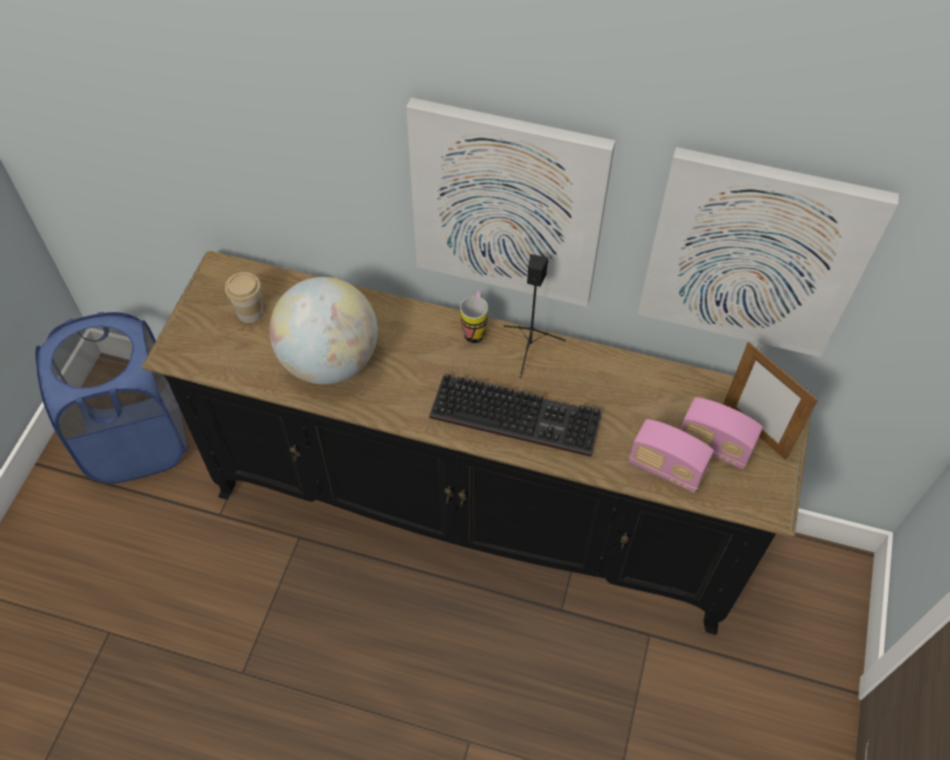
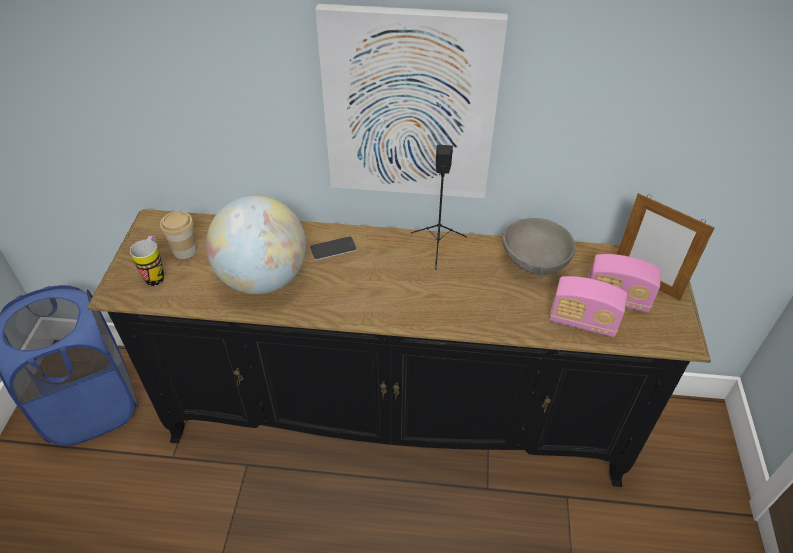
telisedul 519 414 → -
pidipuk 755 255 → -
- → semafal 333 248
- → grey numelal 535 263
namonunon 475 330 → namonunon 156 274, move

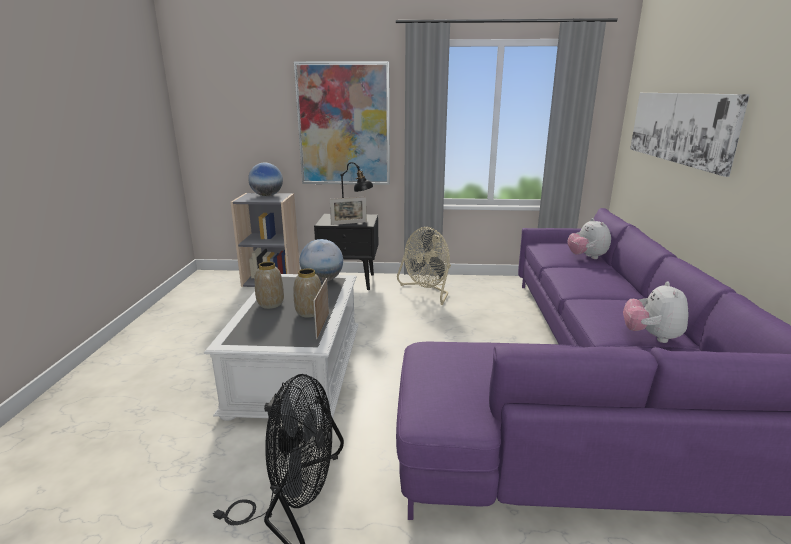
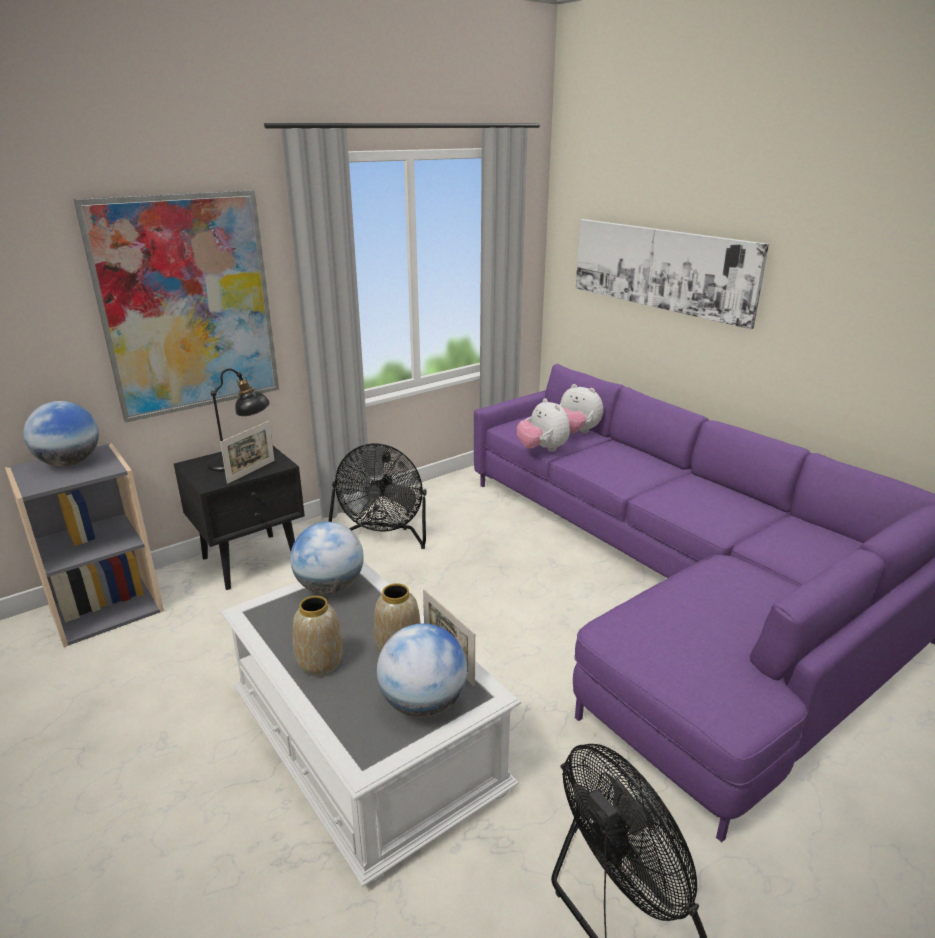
- → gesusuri 423 703
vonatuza 651 337 → vonatuza 542 449, move
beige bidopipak 428 290 → black bidopipak 381 533

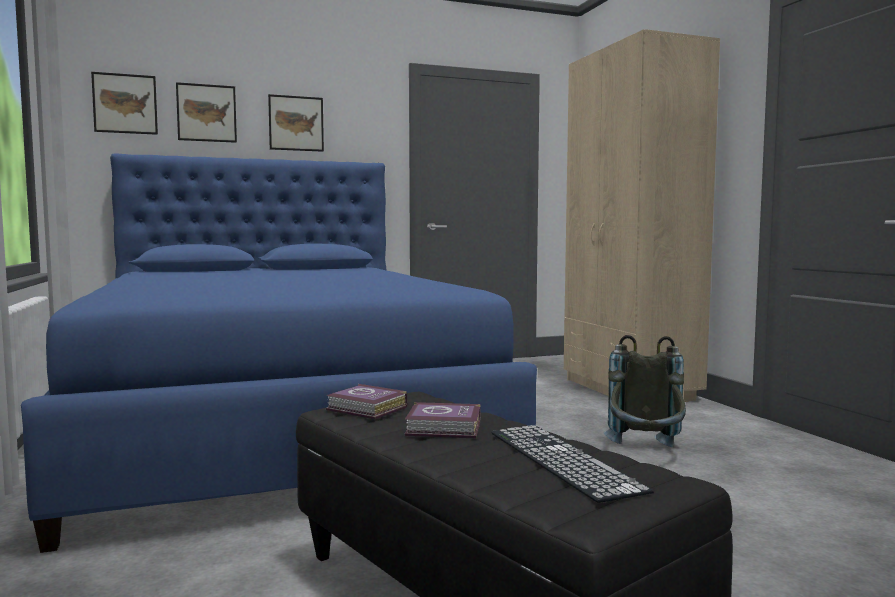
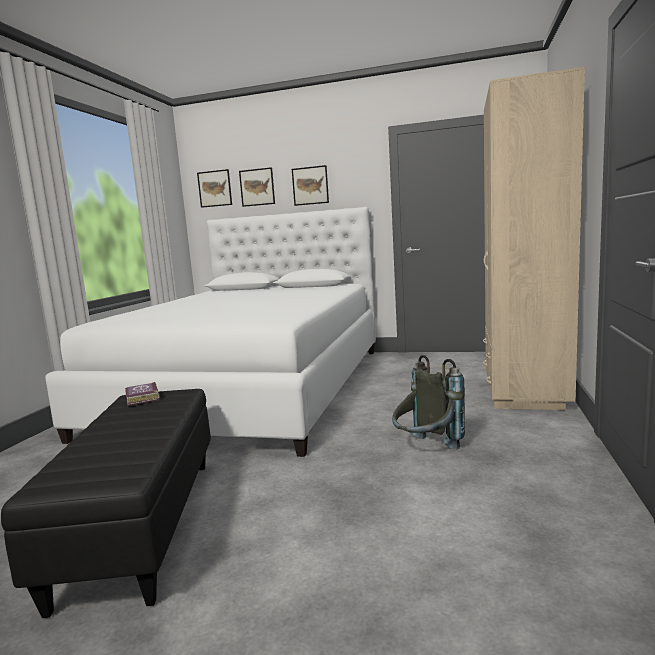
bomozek 445 429 → -
telisedul 561 460 → -
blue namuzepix 279 422 → white namuzepix 253 388

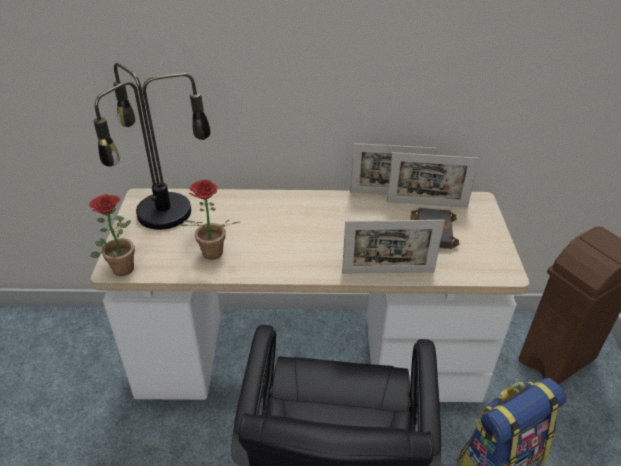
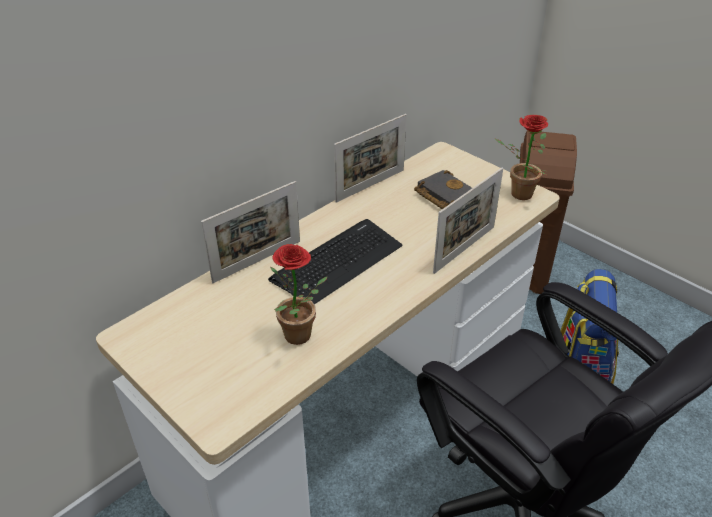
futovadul 164 212 → -
- → telisedul 337 262
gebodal 120 266 → gebodal 516 194, move
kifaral 426 204 → kifaral 257 261, move

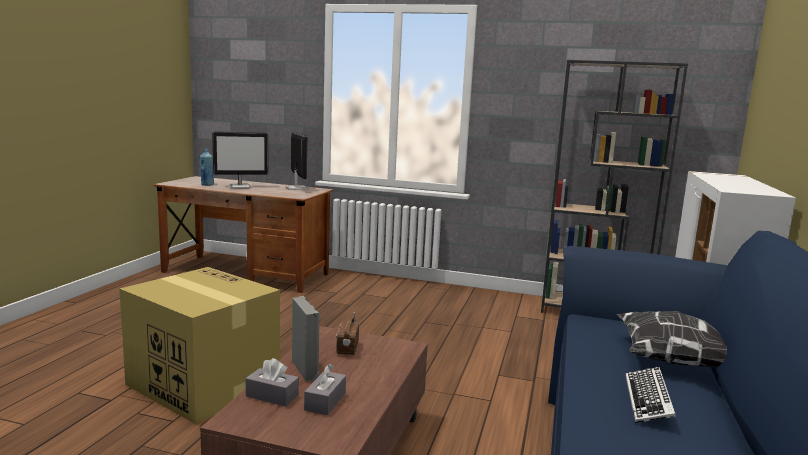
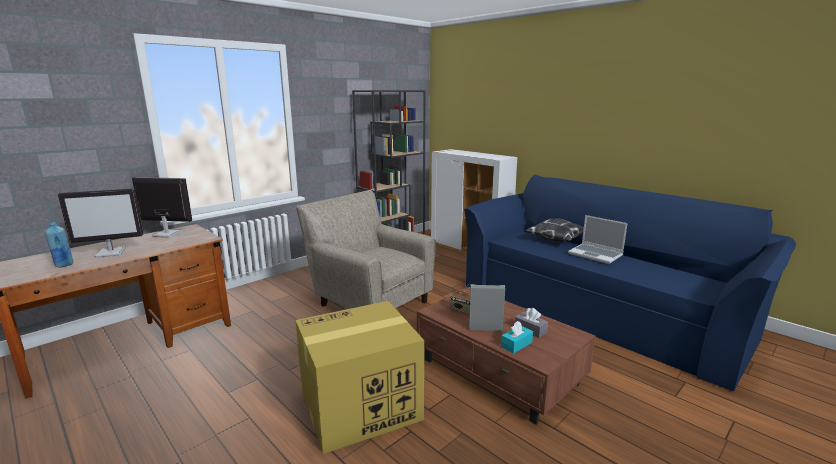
- → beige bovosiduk 371 303
telisedul 648 400 → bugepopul 596 254
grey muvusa 272 396 → turquoise muvusa 516 344
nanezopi 240 187 → nanezopi 111 252, 60 degrees clockwise

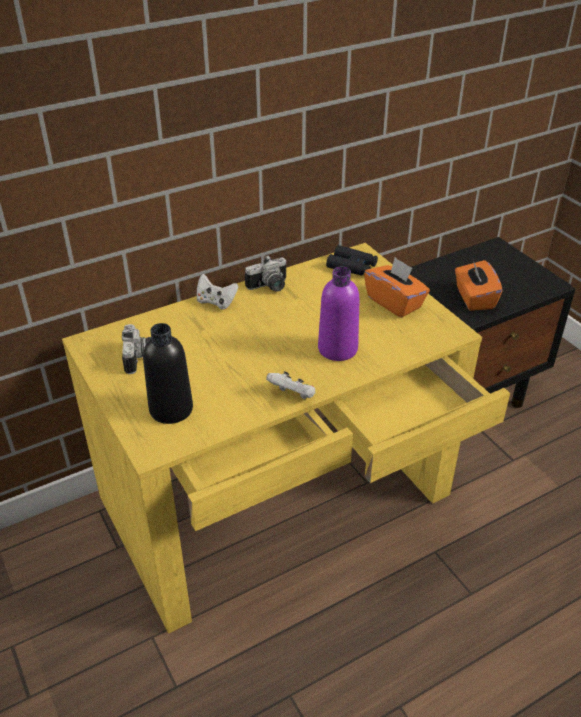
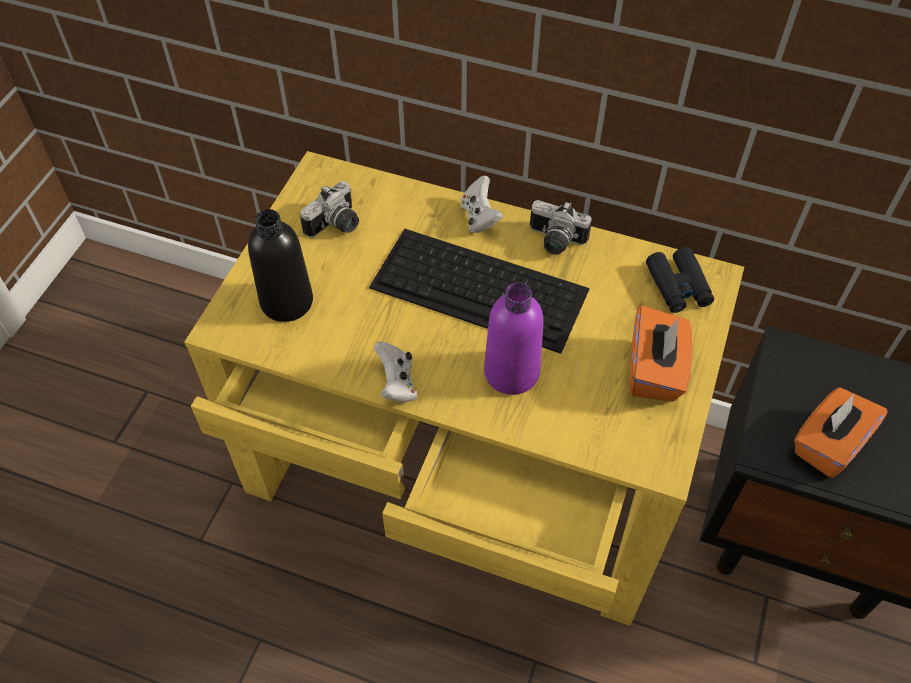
- → telisedul 481 288

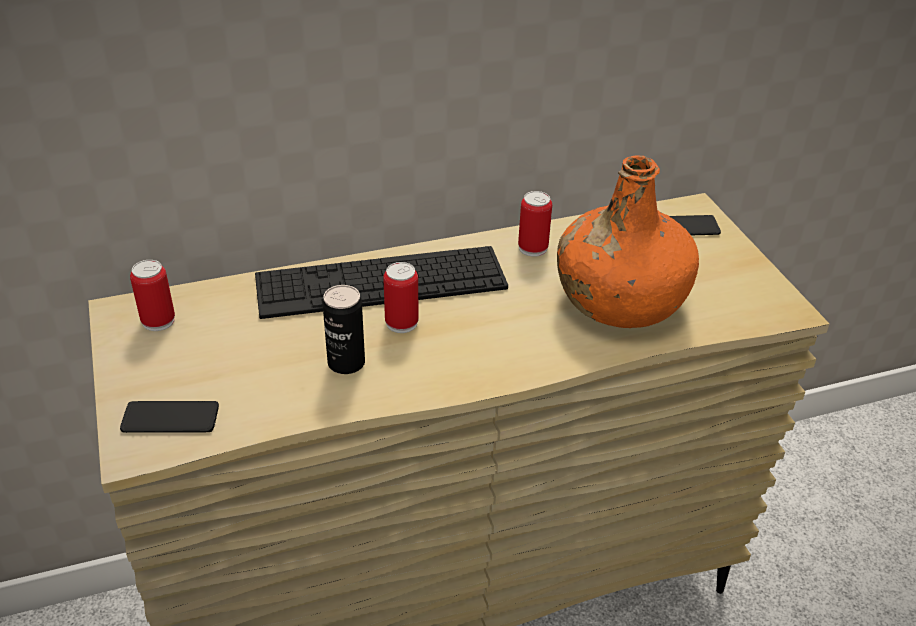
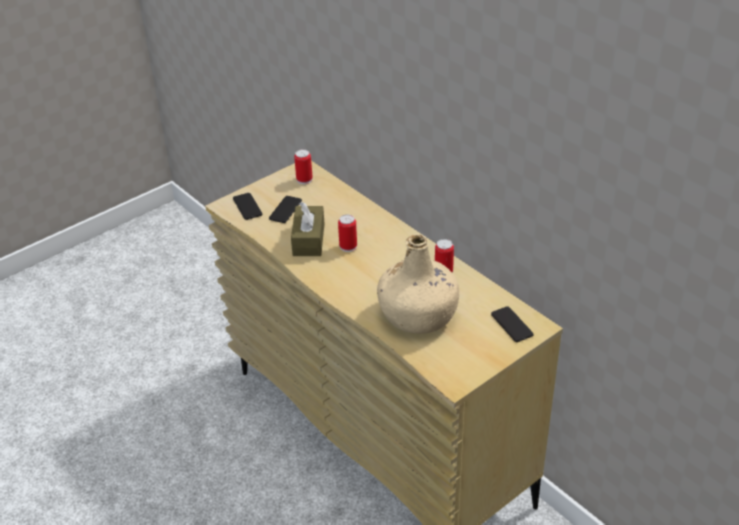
telisedul 381 282 → -
- → semafal 285 210
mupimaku 346 363 → brown muvusa 308 240
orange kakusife 620 299 → beige kakusife 418 314

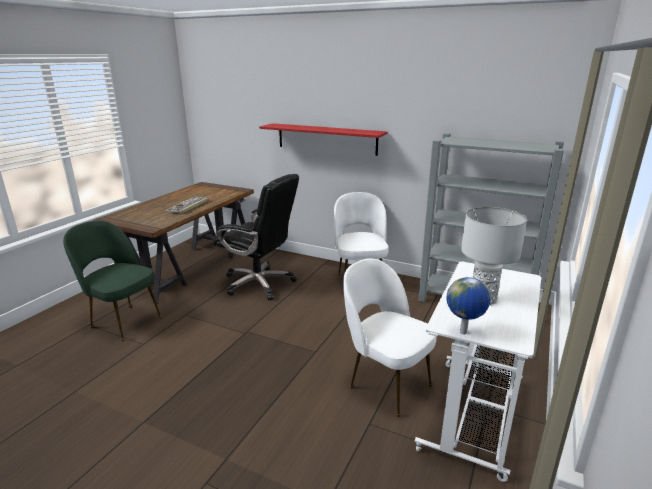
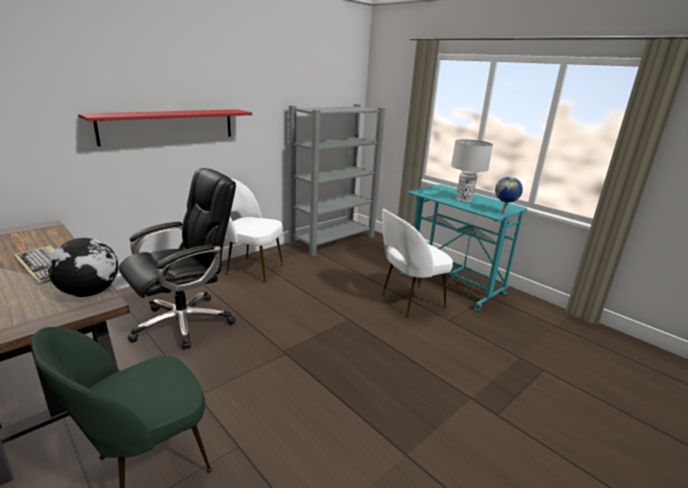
- → gesusuri 90 292
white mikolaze 471 415 → turquoise mikolaze 451 283

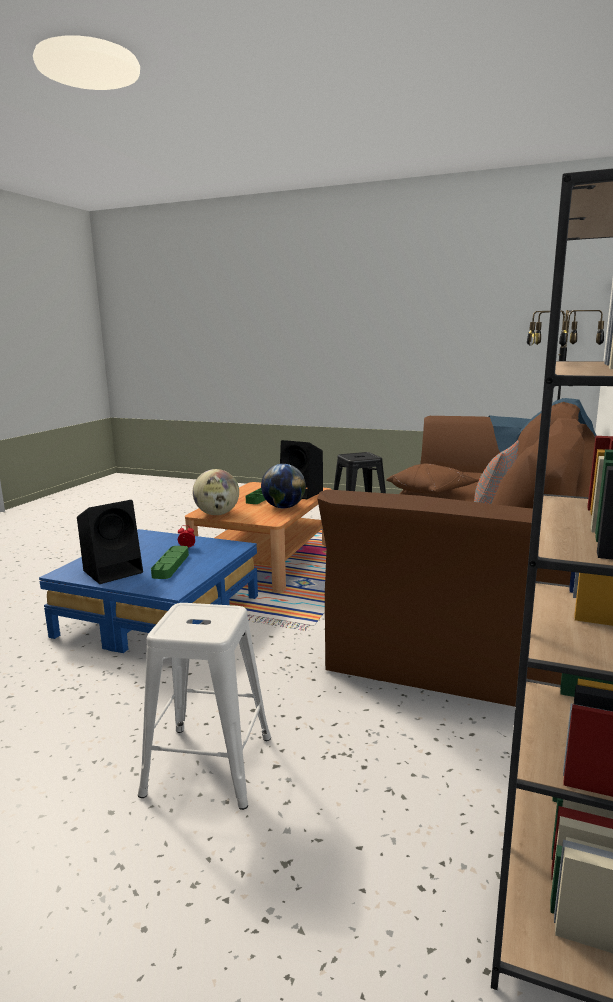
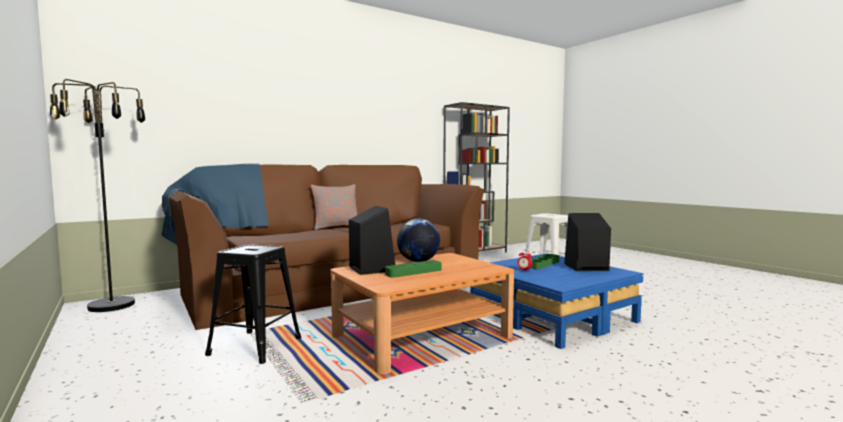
gesusuri 217 514 → -
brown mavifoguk 431 492 → -

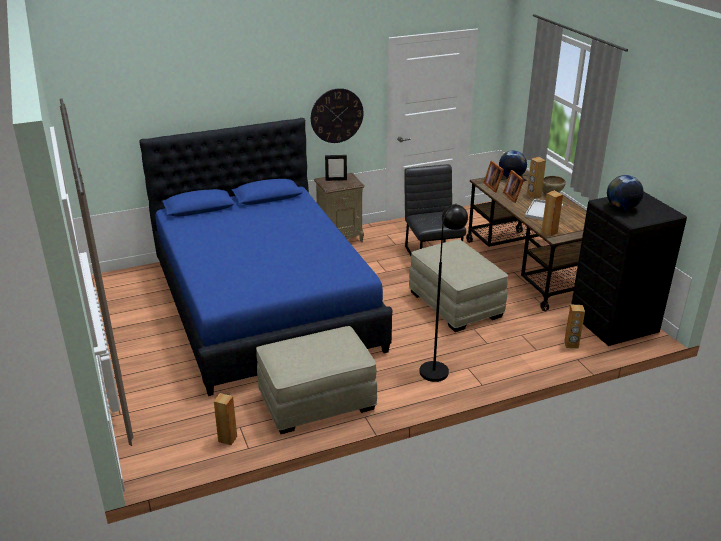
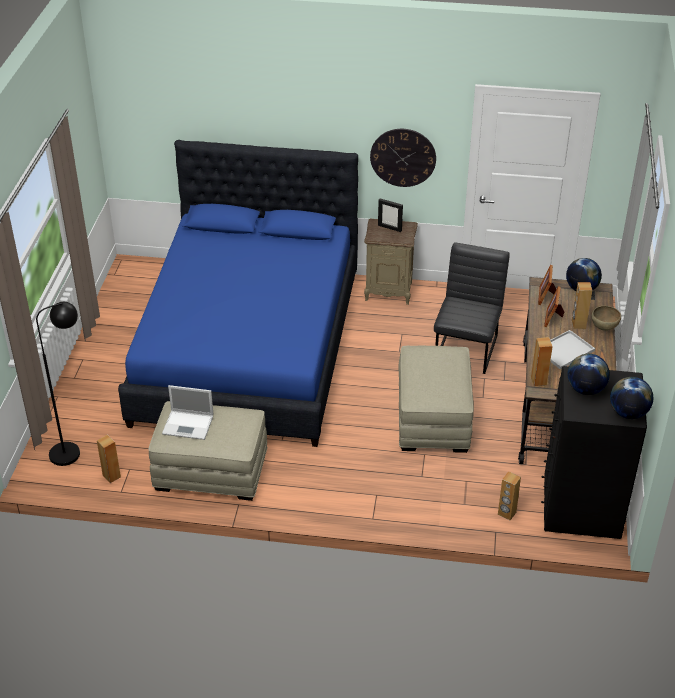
- → bugepopul 189 425
- → gesusuri 628 413
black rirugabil 438 368 → black rirugabil 74 452, move

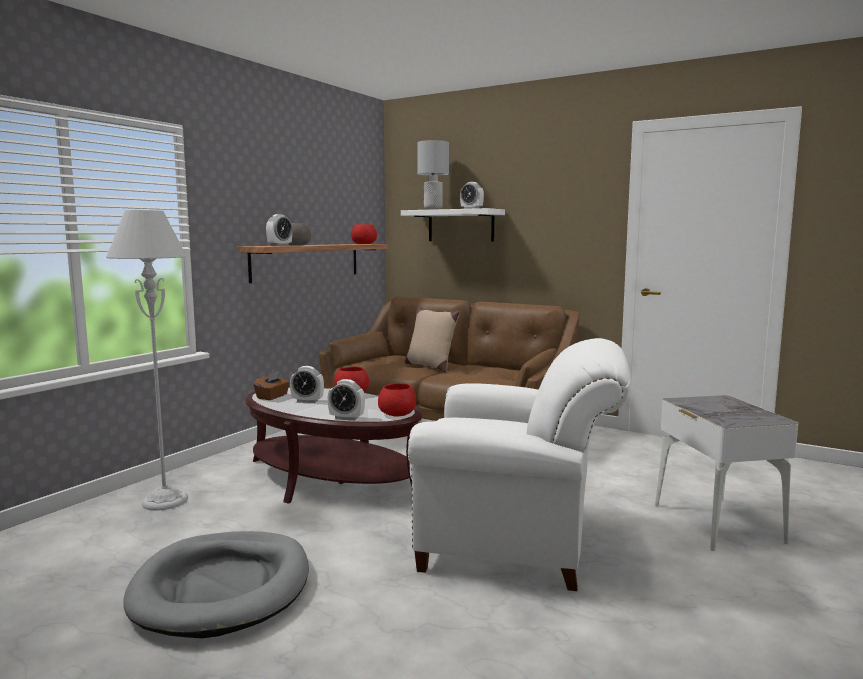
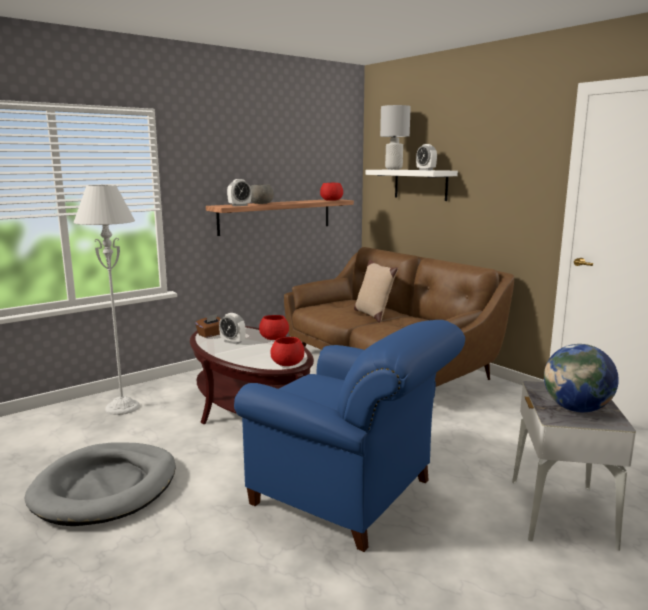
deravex 346 418 → -
- → gesusuri 576 409
white bovosiduk 516 543 → blue bovosiduk 350 494

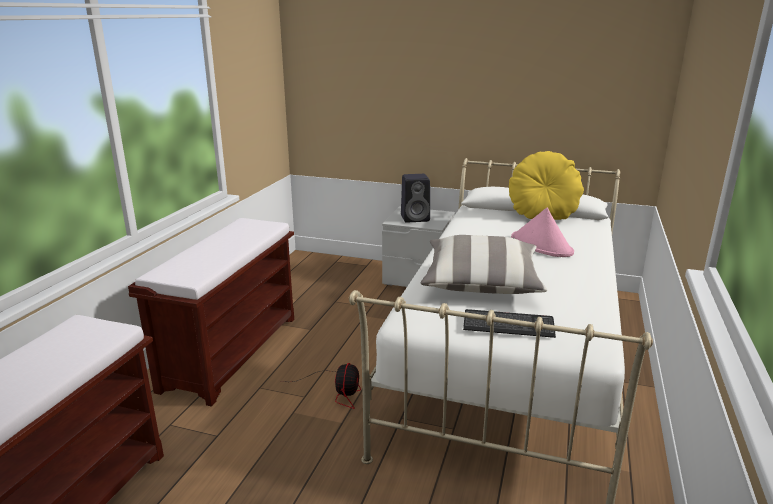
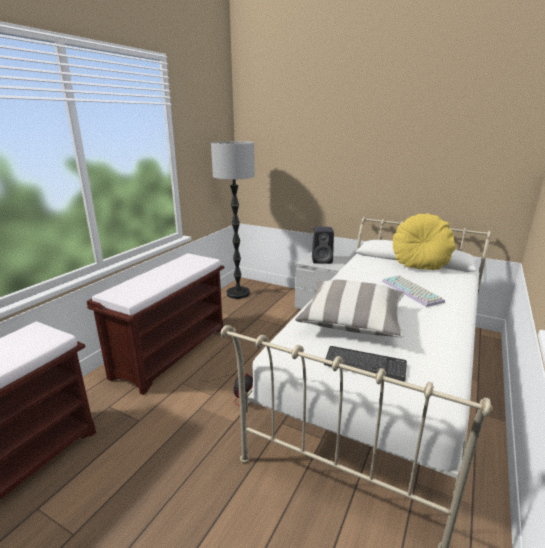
- → rirugabil 238 293
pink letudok 541 245 → telisedul 413 291

